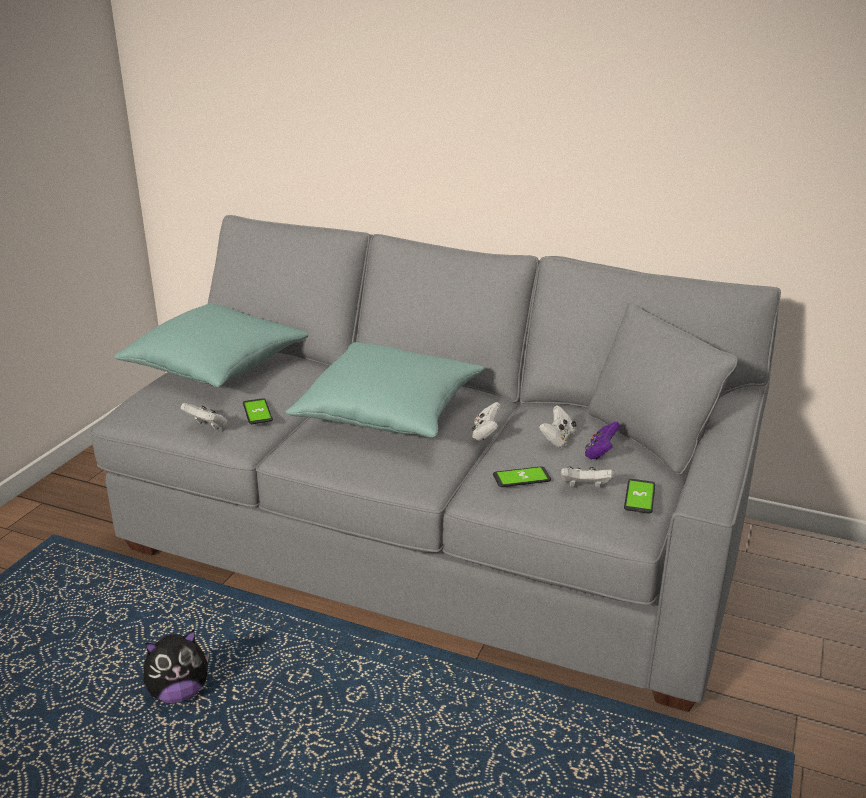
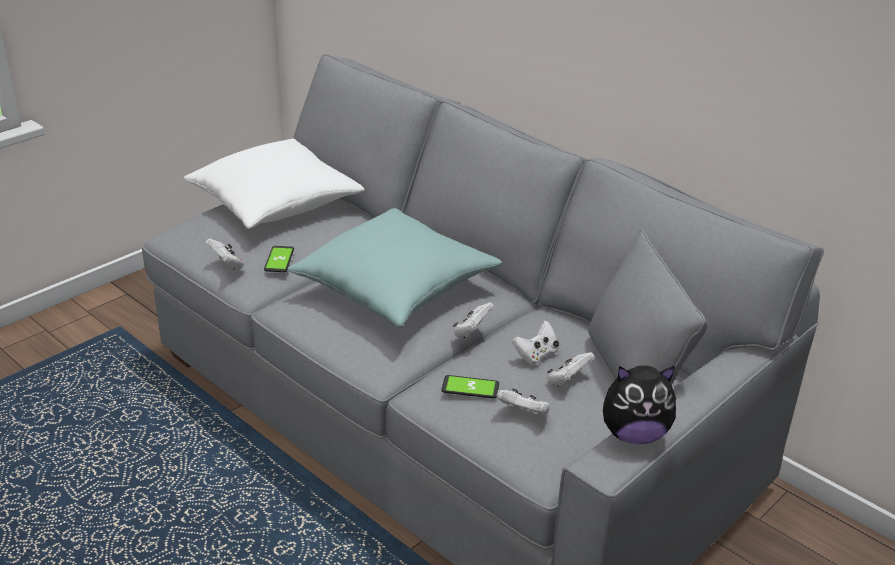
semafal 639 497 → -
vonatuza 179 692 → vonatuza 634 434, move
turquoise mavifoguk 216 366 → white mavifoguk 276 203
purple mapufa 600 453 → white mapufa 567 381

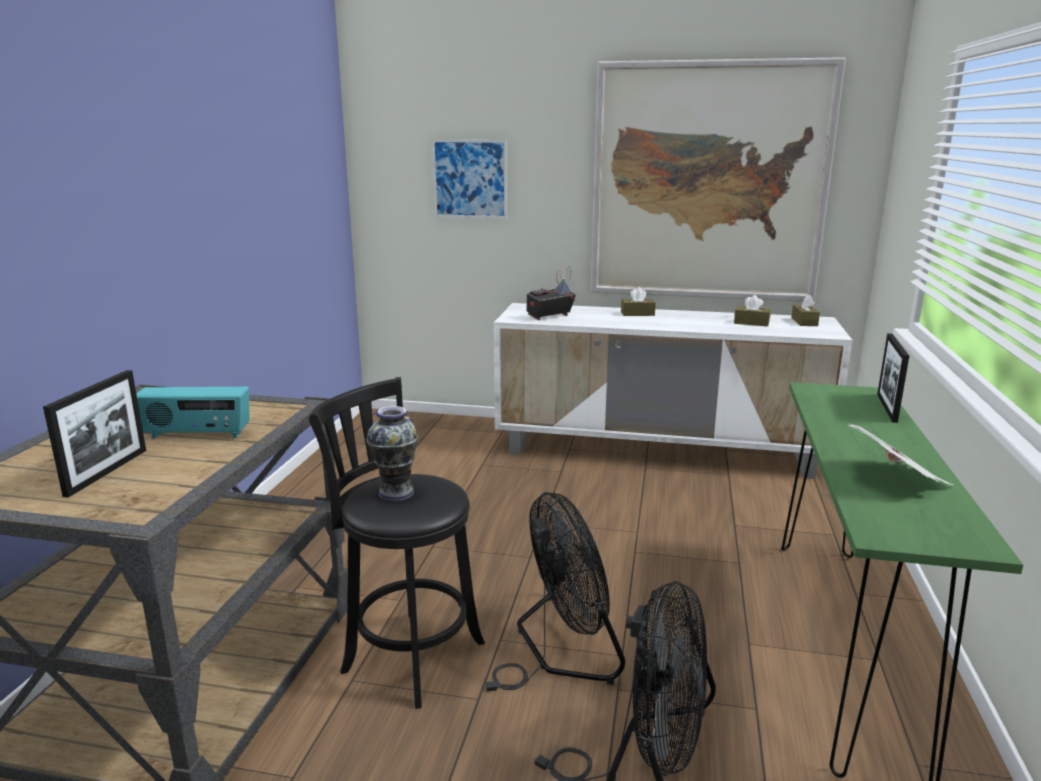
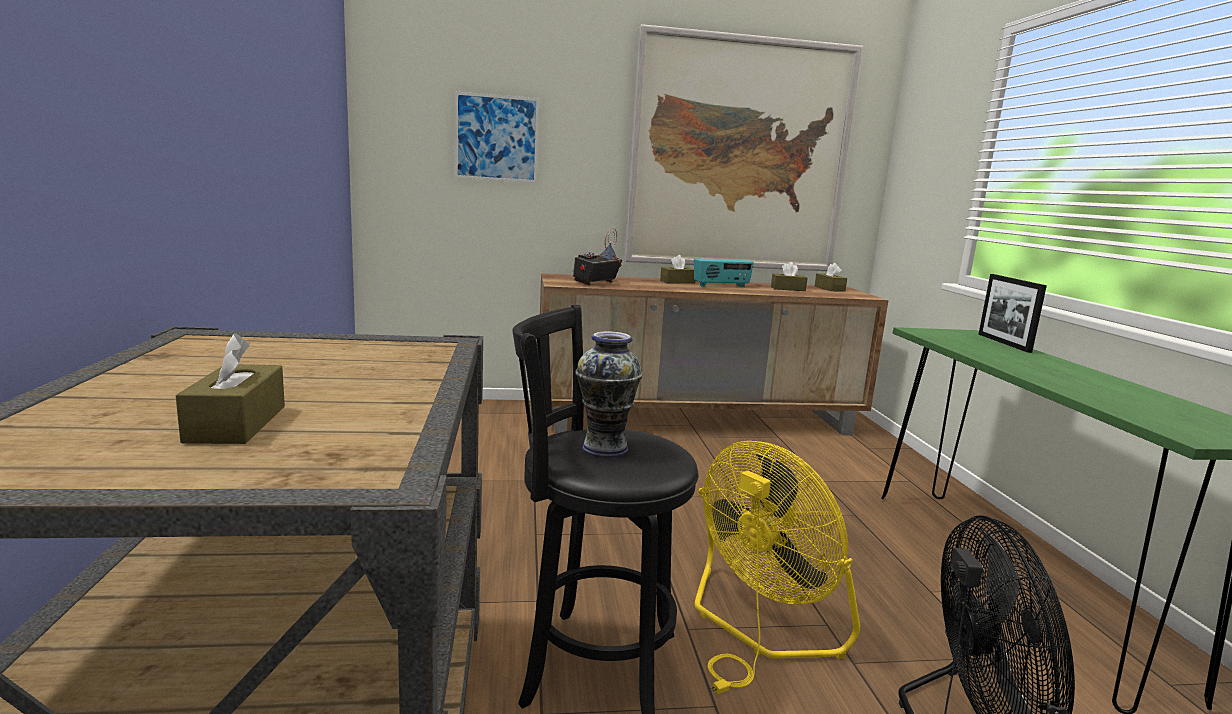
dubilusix 895 479 → -
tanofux 197 435 → tanofux 721 286, move
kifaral 107 472 → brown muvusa 236 424
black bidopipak 553 647 → yellow bidopipak 751 628
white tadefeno 659 448 → brown tadefeno 698 418

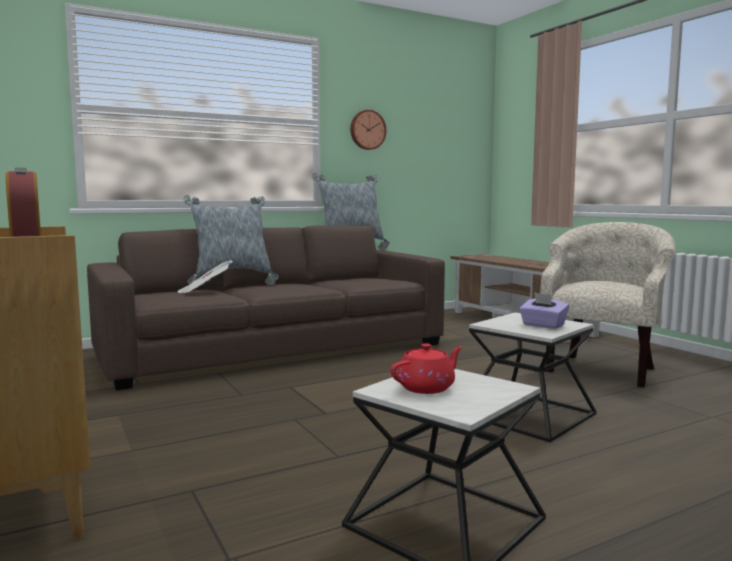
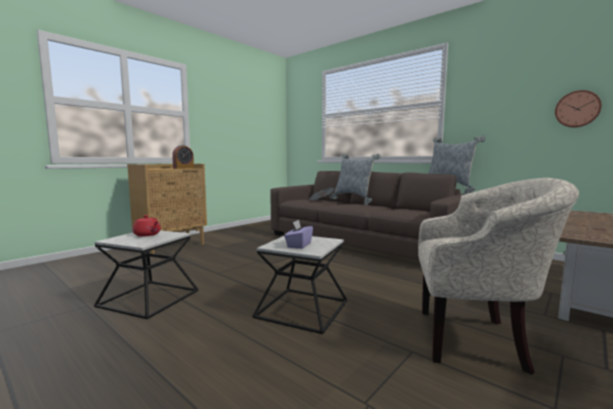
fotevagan 367 130 → fotevagan 577 109, move

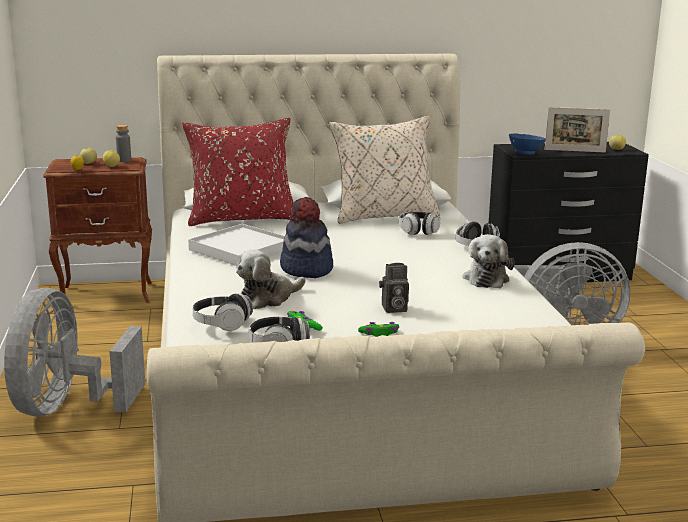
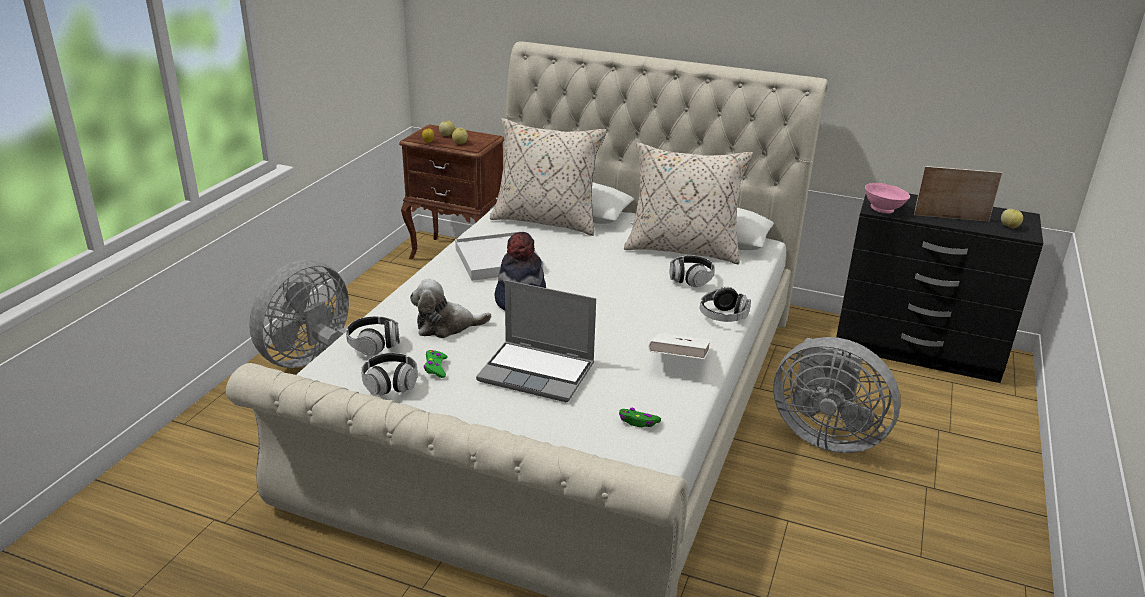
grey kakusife 124 160 → -
green mapufa 380 334 → green mapufa 638 422, move
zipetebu 393 309 → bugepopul 538 372
vonatuza 486 278 → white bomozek 678 361
red mavifoguk 241 219 → beige mavifoguk 546 221
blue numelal 526 153 → pink numelal 884 210
kifaral 574 151 → kifaral 951 218, 150 degrees clockwise

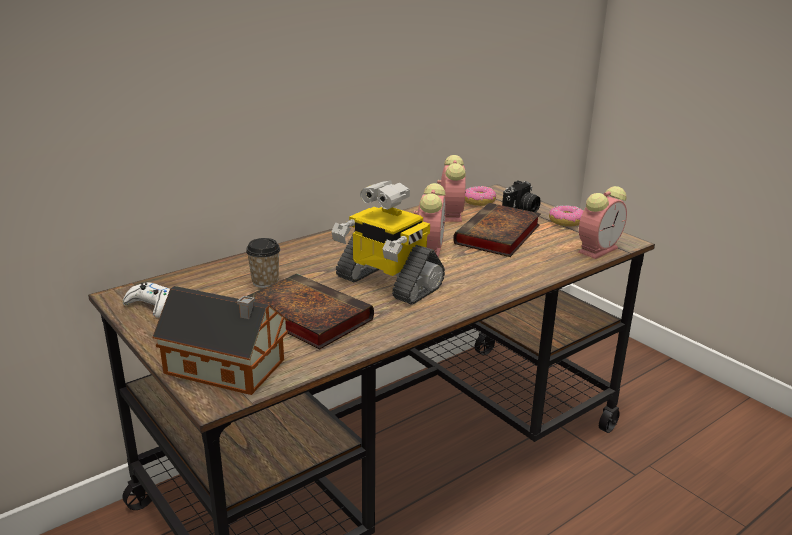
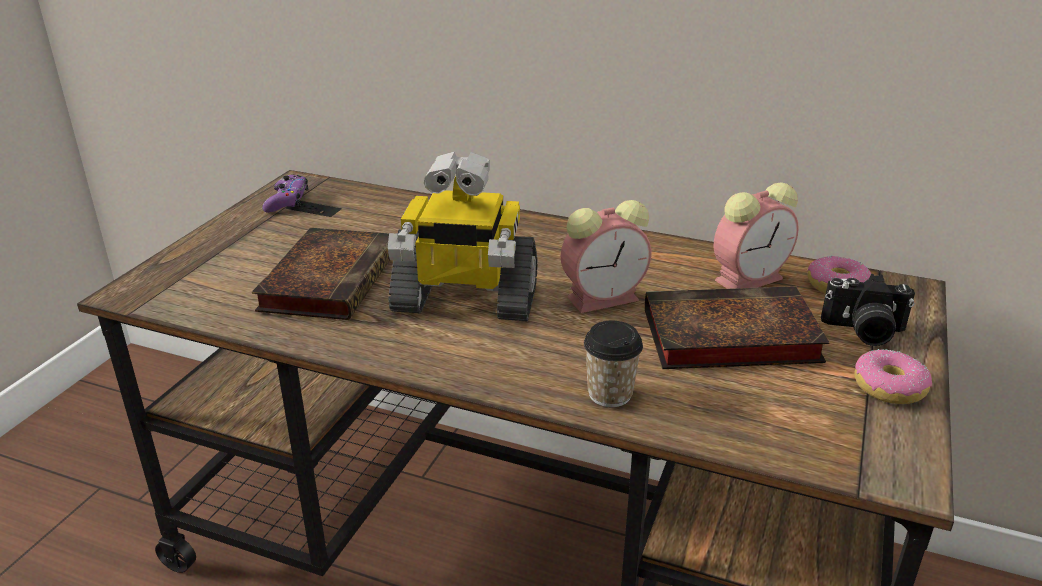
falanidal 228 368 → -
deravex 598 249 → -
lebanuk 265 282 → lebanuk 610 394, move
white mapufa 152 306 → purple mapufa 287 201
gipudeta 387 283 → gipudeta 464 300, 90 degrees counterclockwise

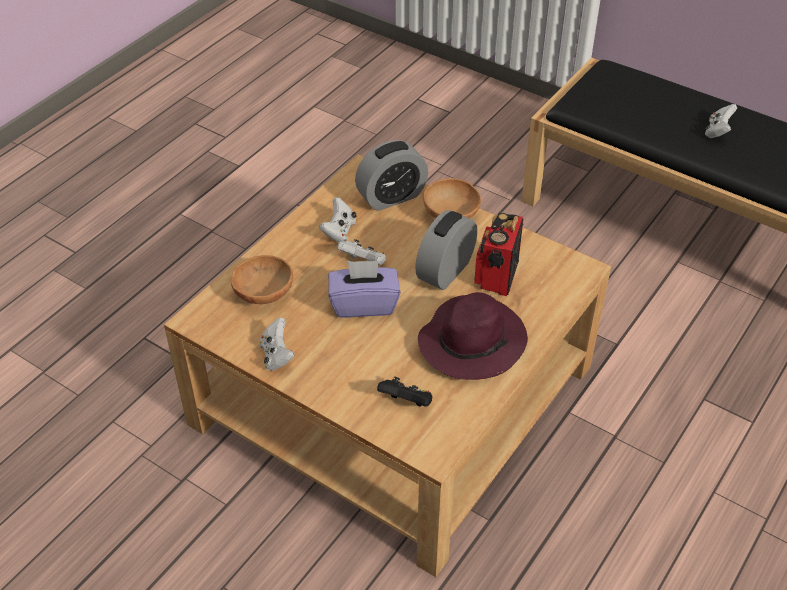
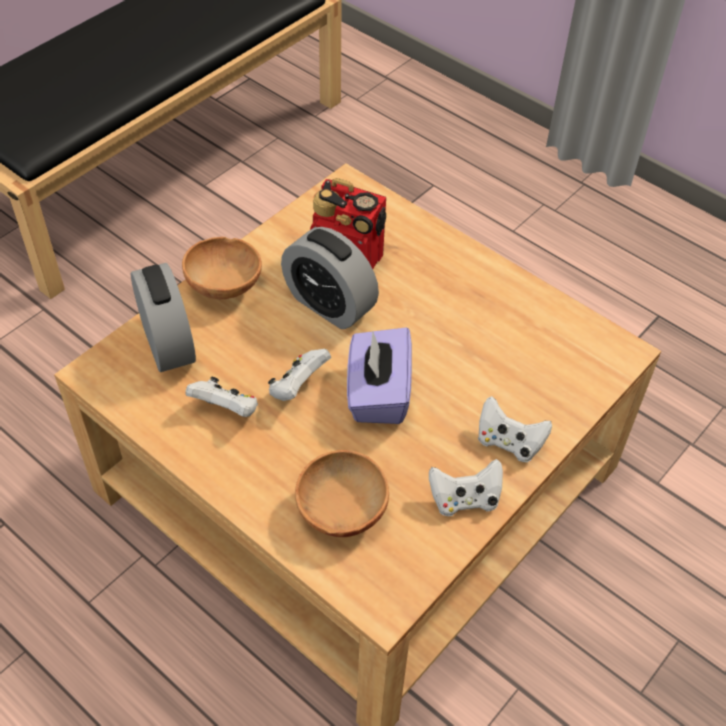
black mapufa 406 402 → -
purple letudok 472 341 → -
white mapufa 717 131 → white mapufa 509 442, move

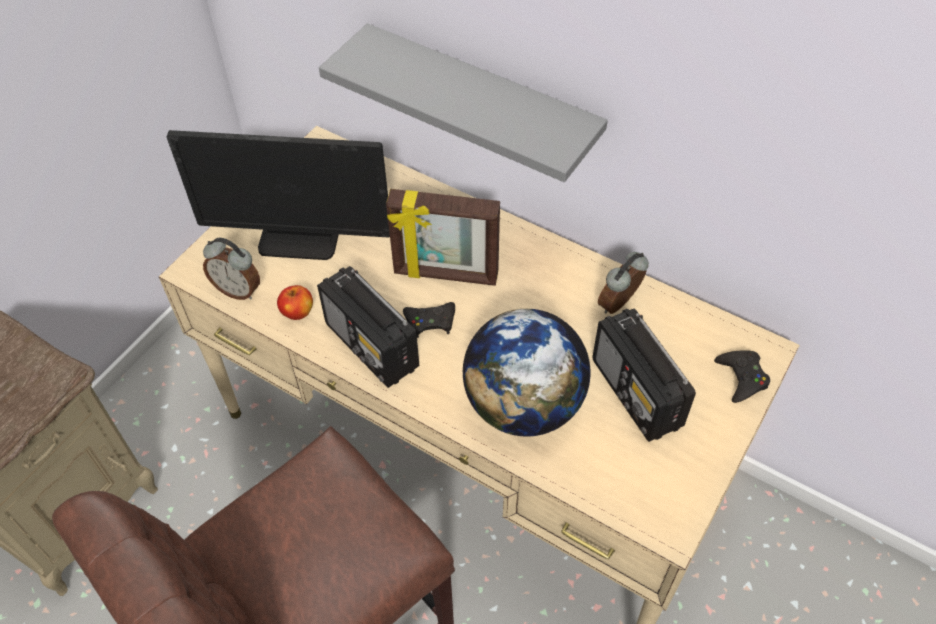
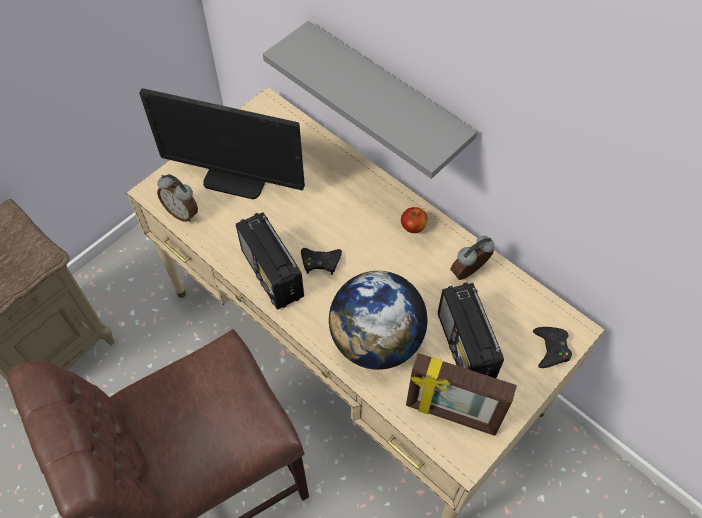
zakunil 298 312 → zakunil 413 227, move
kifaral 445 275 → kifaral 451 415, move

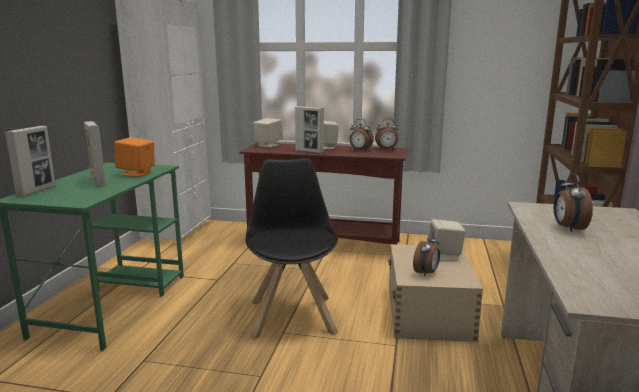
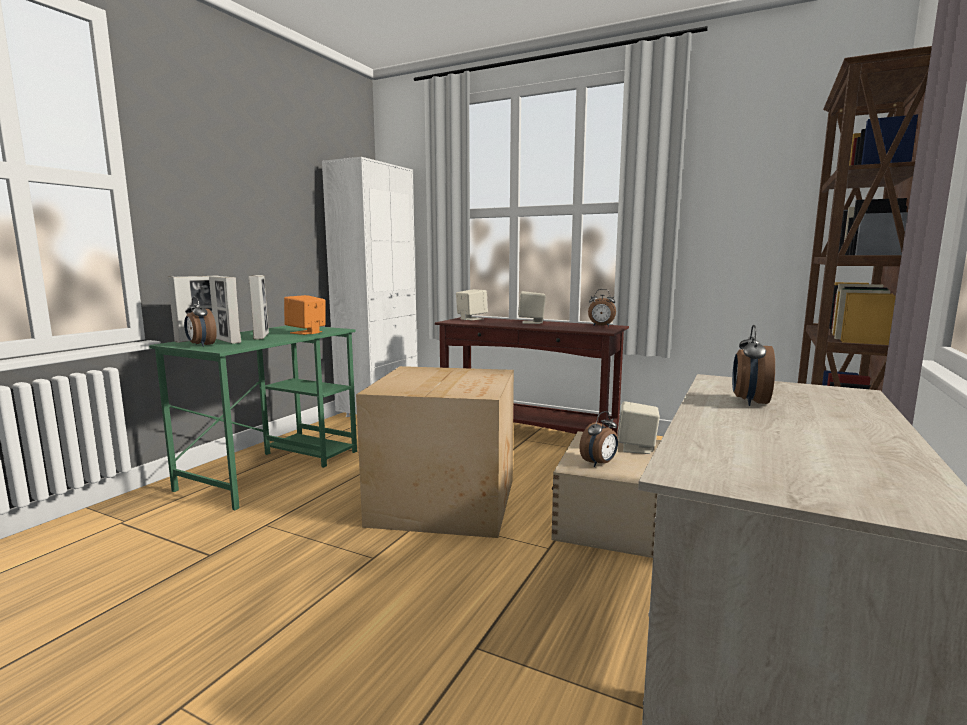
kifaral 309 151 → kifaral 227 341, move
deravex 360 150 → deravex 201 345, move
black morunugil 292 315 → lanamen 446 501

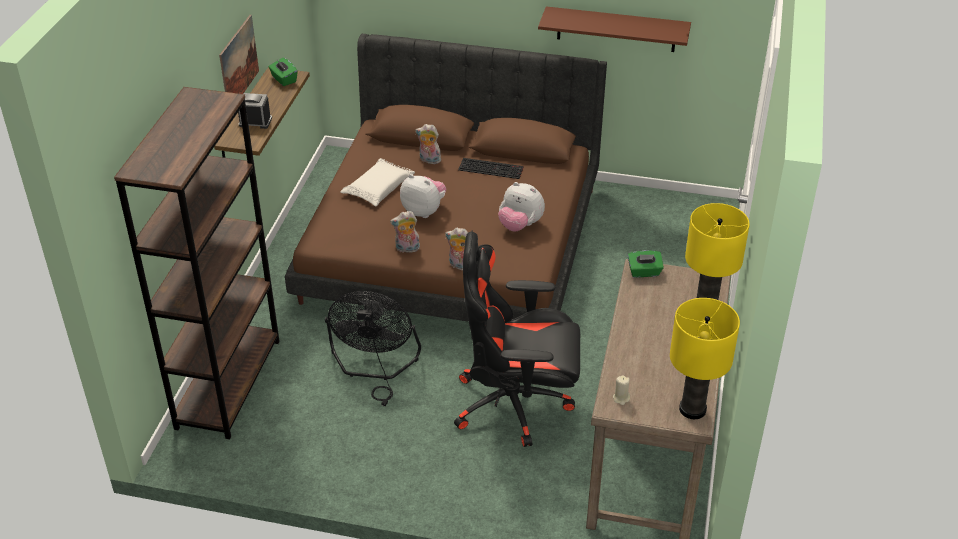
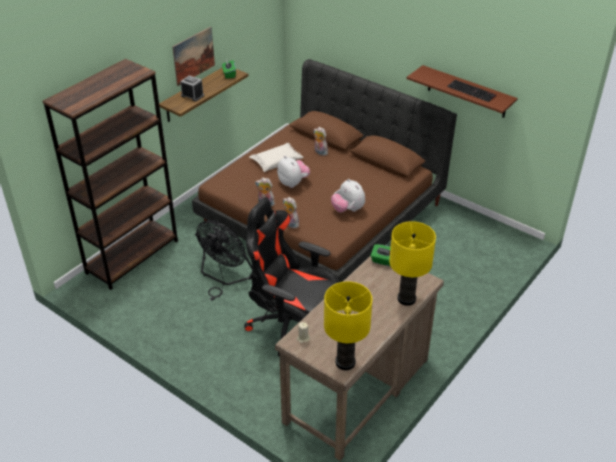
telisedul 491 168 → telisedul 472 91, move

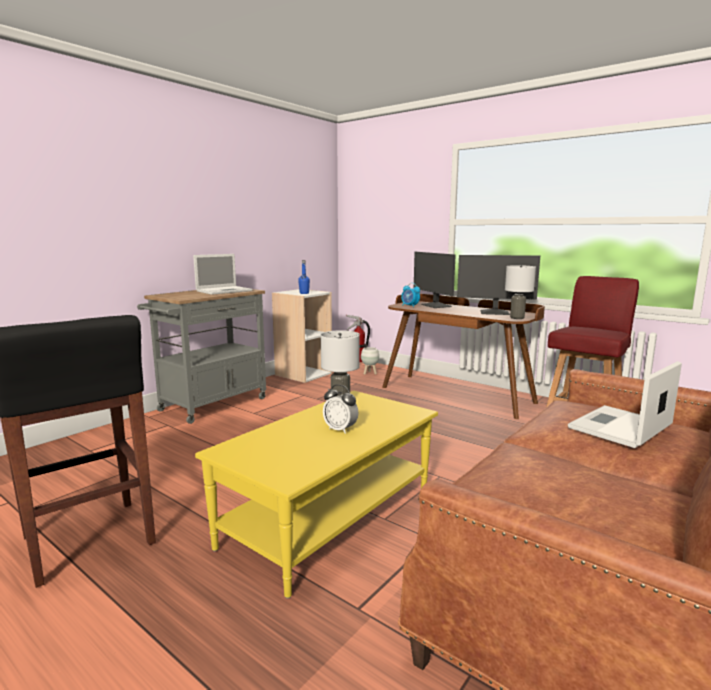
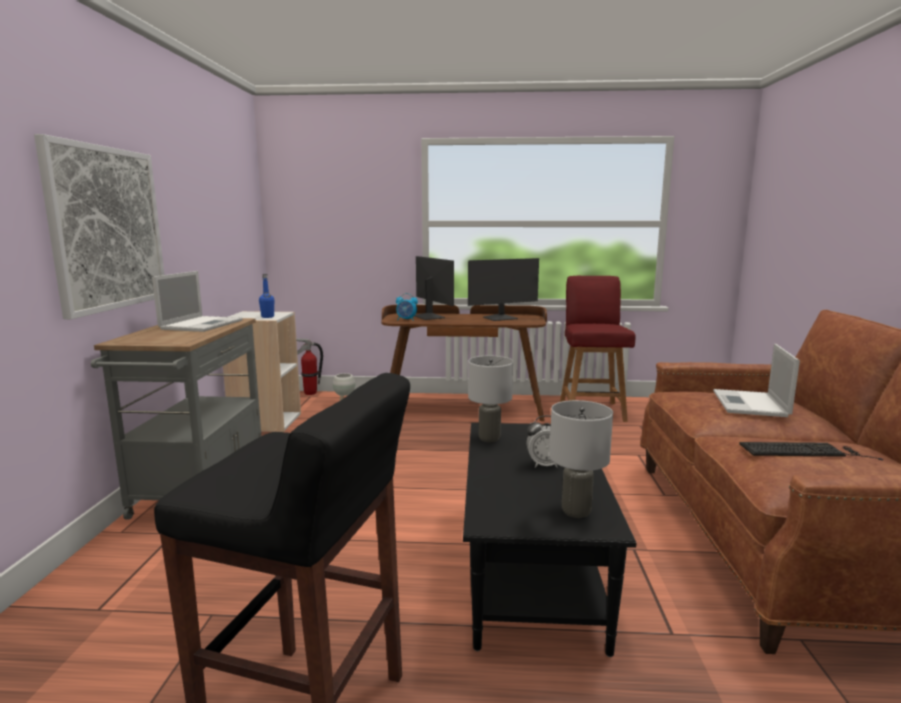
- → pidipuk 107 228
- → telisedul 804 451
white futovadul 516 318 → white futovadul 576 513, move
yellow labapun 329 518 → black labapun 531 566
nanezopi 435 306 → nanezopi 429 316, 150 degrees counterclockwise

